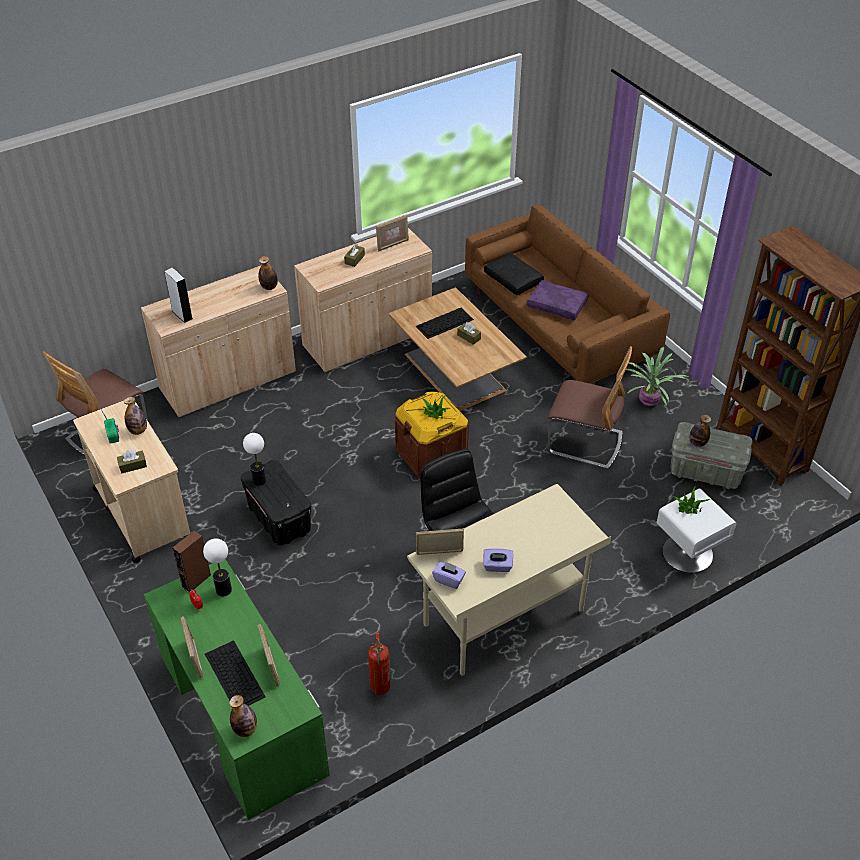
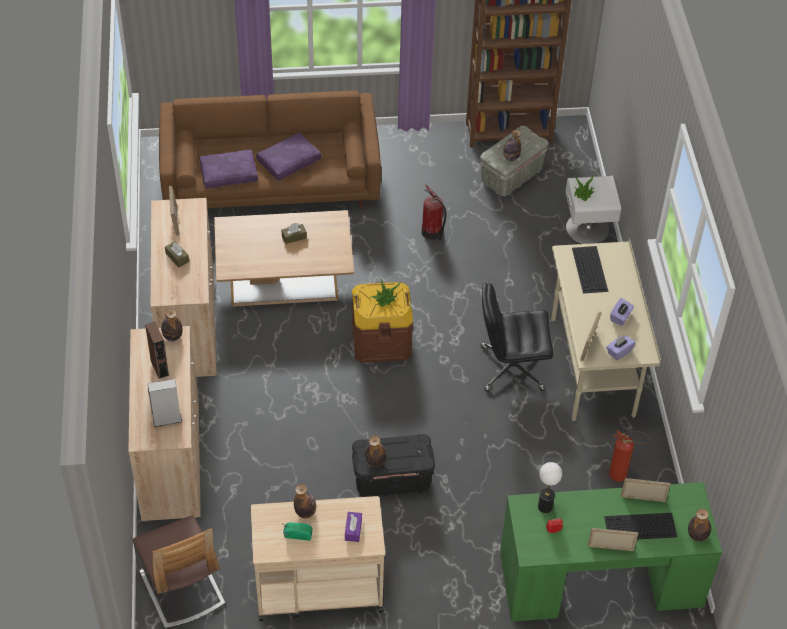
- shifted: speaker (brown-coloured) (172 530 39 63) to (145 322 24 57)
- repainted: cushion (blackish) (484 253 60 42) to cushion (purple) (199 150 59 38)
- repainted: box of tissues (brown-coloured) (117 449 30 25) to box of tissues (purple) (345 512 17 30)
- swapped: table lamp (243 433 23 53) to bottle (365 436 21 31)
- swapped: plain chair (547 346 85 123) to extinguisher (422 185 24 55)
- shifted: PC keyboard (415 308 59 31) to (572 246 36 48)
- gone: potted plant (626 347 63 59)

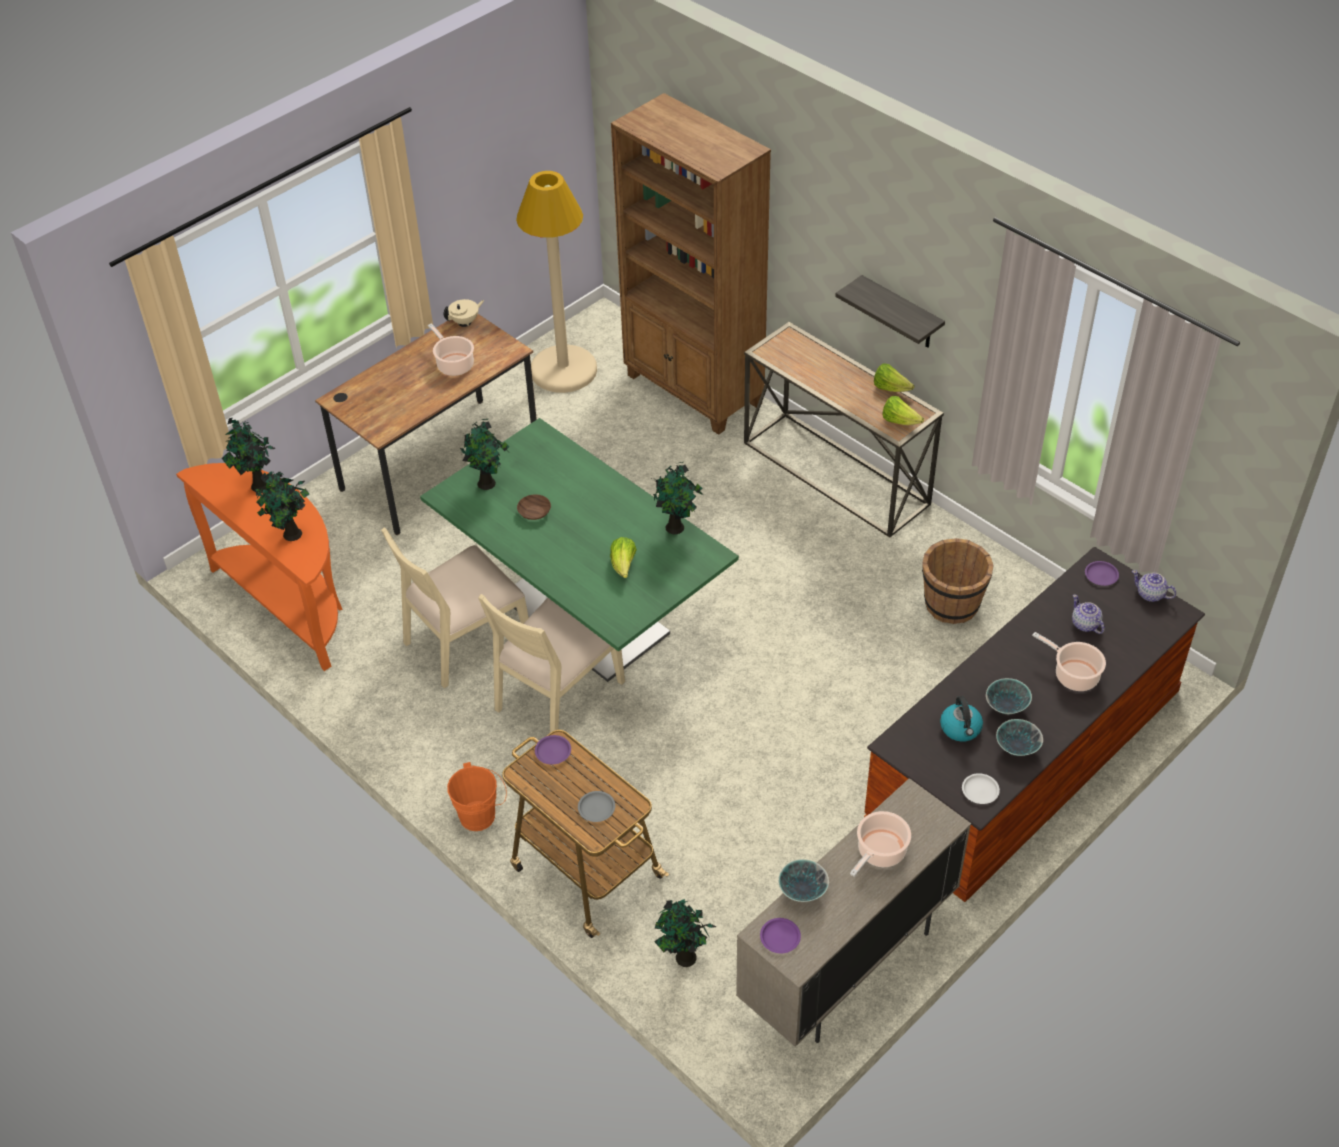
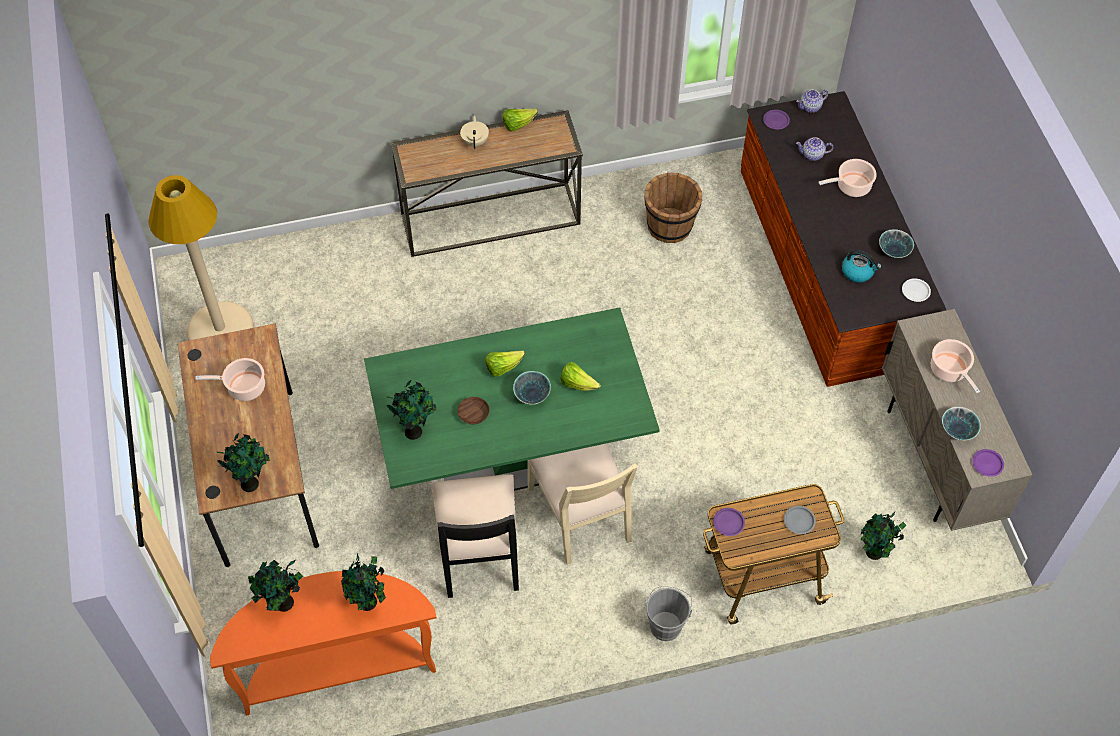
- shifted: potted plant (652 462 52 72) to (217 433 53 59)
- repainted: plain chair (sand-coloured) (381 527 148 161) to plain chair (blackish) (431 474 88 124)
- shifted: pot for tea (sand-coloured) (444 299 40 27) to (460 115 29 34)
- shifted: head of lettuce (883 396 41 29) to (485 350 40 27)
- shifted: bowl (986 678 46 36) to (513 371 38 34)
- repainted: pail (orange) (447 762 60 69) to pail (grey) (645 586 47 55)
- gone: bookcase (brown-coloured) (611 93 160 342)
- gone: bracket shelf (835 275 110 73)

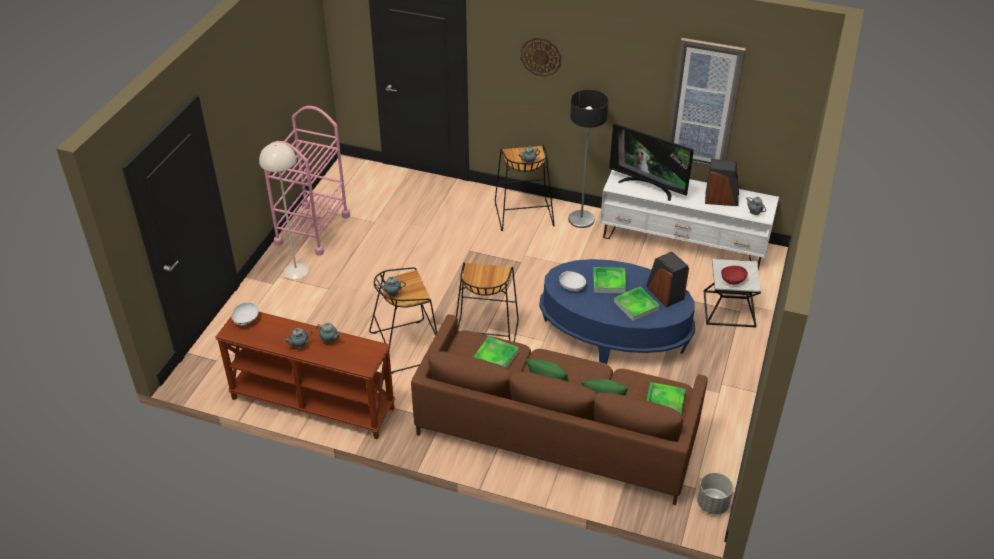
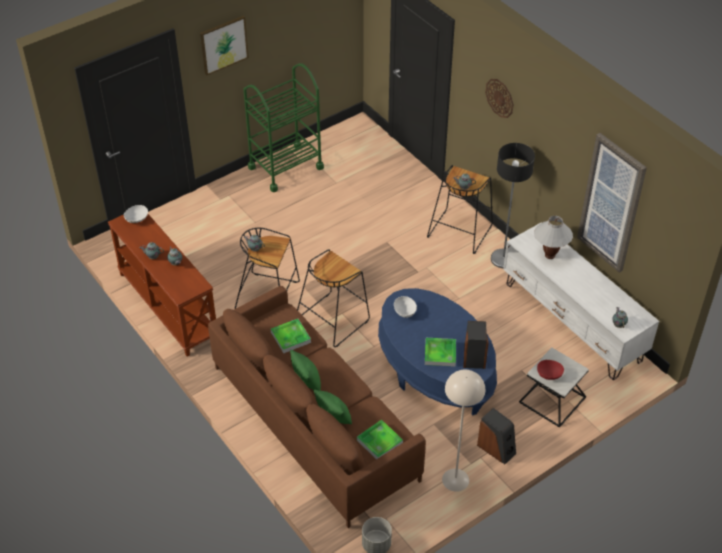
- new: picture (200 15 49 61)
- repainted: trolley (pinkish) (261 106 89 150) to trolley (green) (243 63 81 129)
- shifted: floor lamp (sand-coloured) (259 142 50 137) to (442 370 43 122)
- shifted: speaker (705 159 34 47) to (477 408 39 57)
- swapped: TV set (609 123 85 78) to table lamp (white-coloured) (534 216 39 43)
- gone: carrying tray (593 267 33 27)

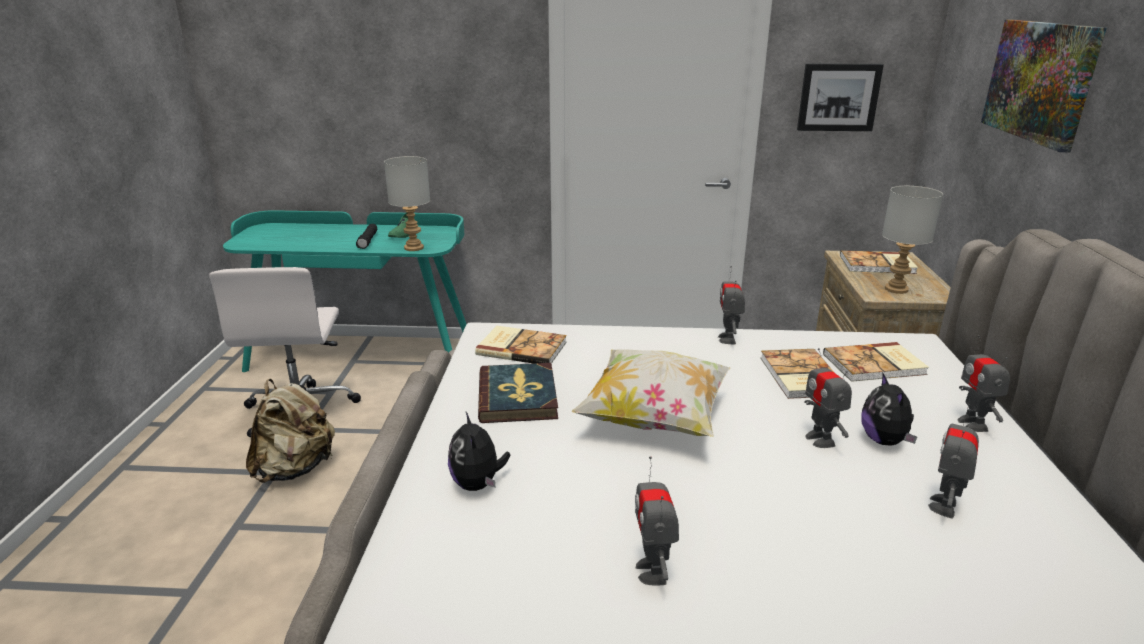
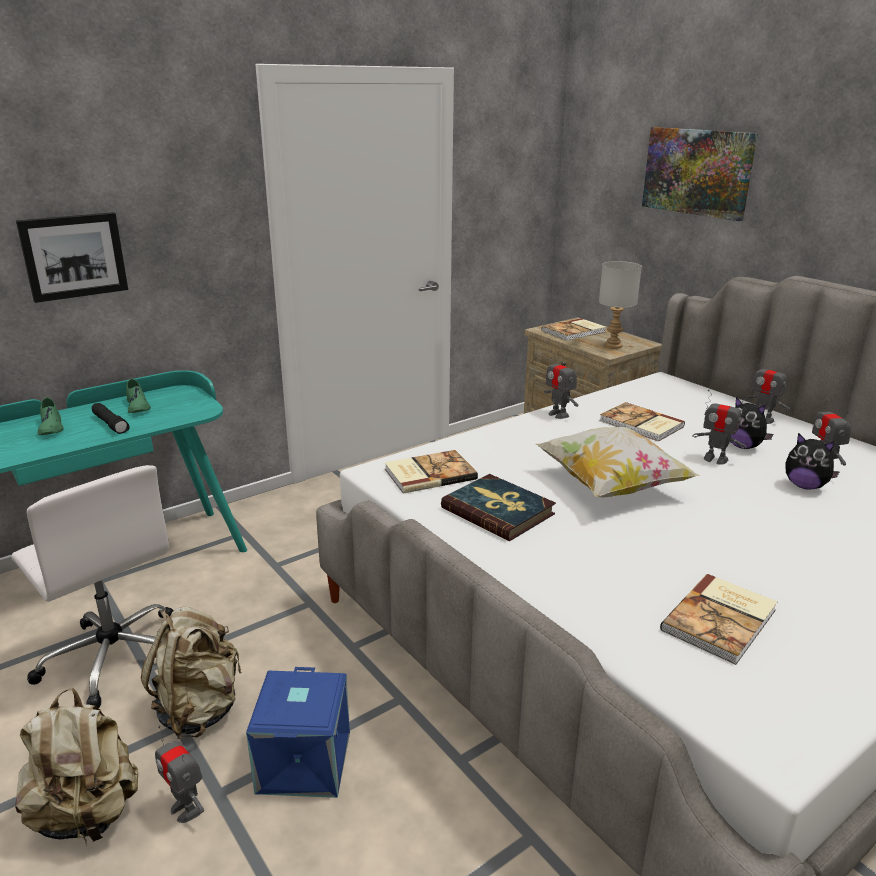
- new: backpack (sand-coloured) (15 688 123 155)
- shifted: picture (797 63 87 68) to (16 212 112 91)
- new: shoe (green) (37 397 27 38)
- shifted: model robot (635 456 44 130) to (155 726 49 97)
- new: storage bin (bluish) (246 667 104 131)
- shifted: volume (823 342 106 40) to (660 574 117 91)
- shifted: plush toy (448 412 62 79) to (786 433 54 57)
- gone: table lamp (grey) (384 156 46 95)

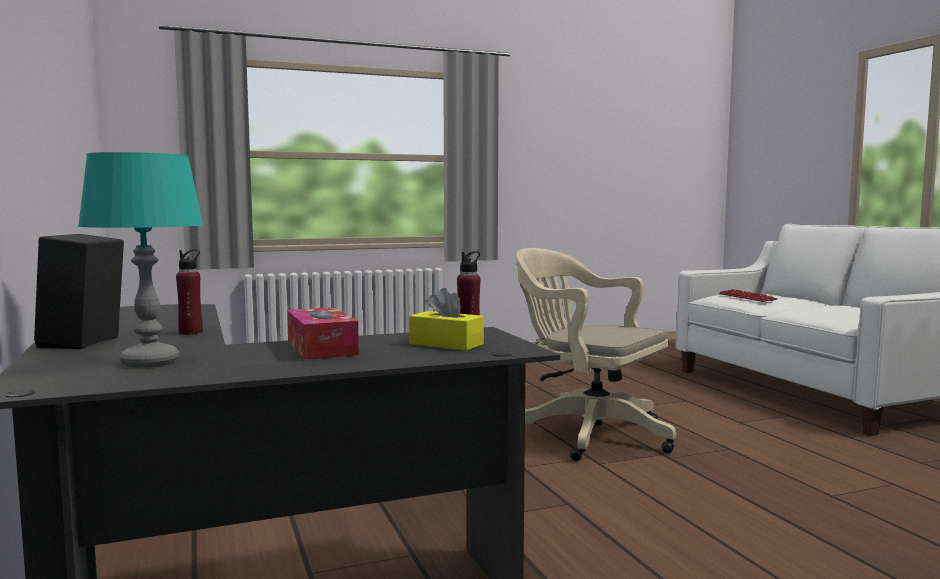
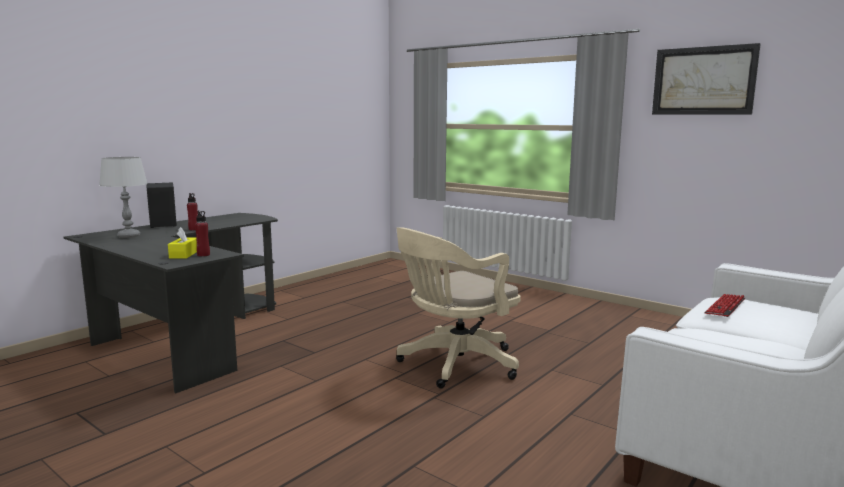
- repainted: table lamp (blue-green) (78 152 126 215) to table lamp (grey) (99 157 49 81)
- rotated: desk chair (sand-coloured) (516 248 160 213) = (396 227 125 161) 135 degrees counterclockwise
- new: picture (652 43 109 72)
- gone: box of tissues (287 307 72 53)

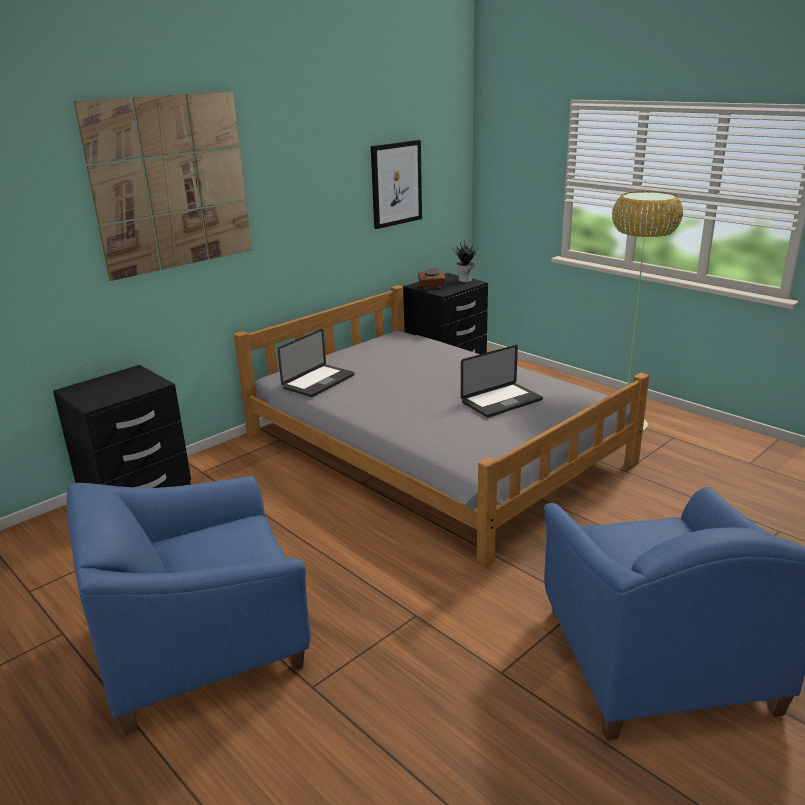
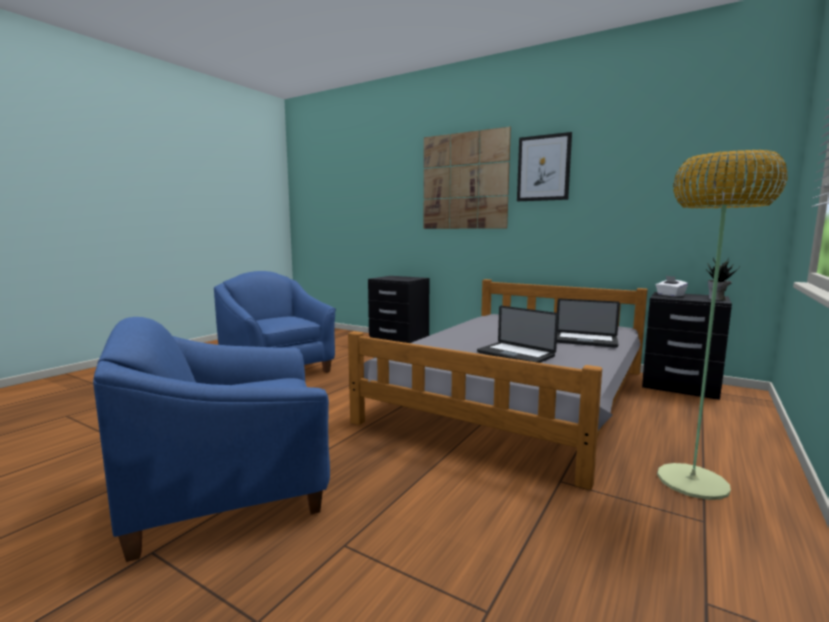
- shifted: picture (371 140 51 89) to (517 132 55 69)
- shifted: portable computer (278 329 77 68) to (557 299 63 49)
- repainted: box of tissues (brown-coloured) (418 268 28 21) to box of tissues (white-coloured) (656 276 32 21)

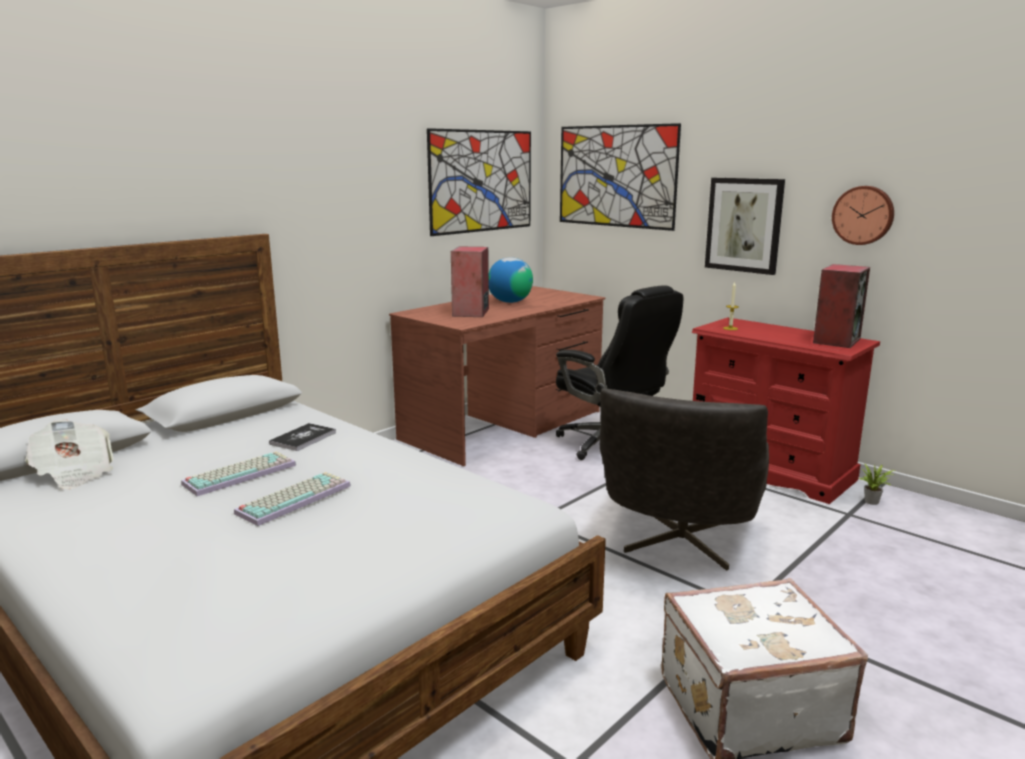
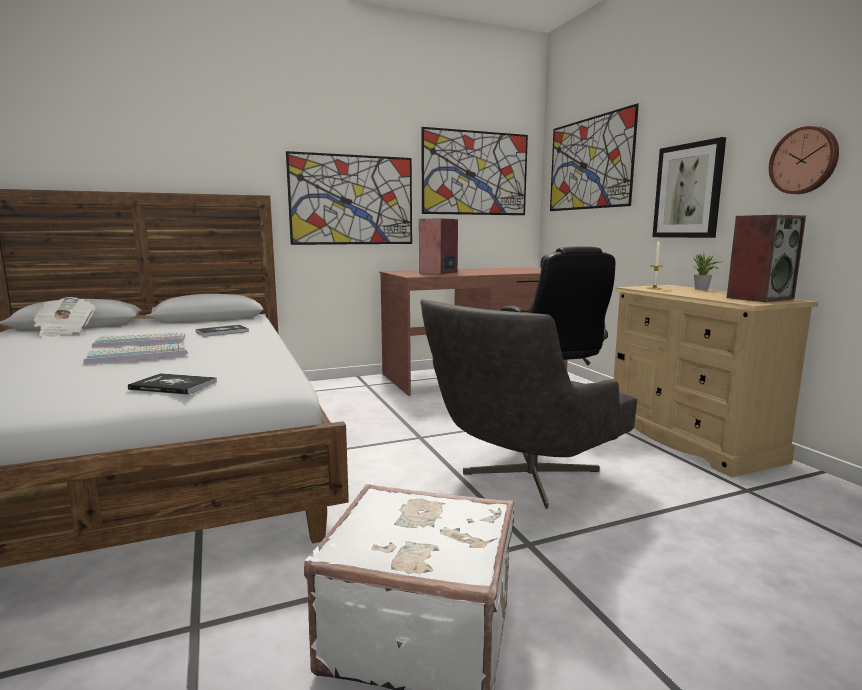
- new: volume (128 373 89 22)
- new: picture (286 151 126 94)
- repainted: drawer chest (reddish) (692 318 188 186) to drawer chest (sand-coloured) (614 285 204 192)
- shifted: potted plant (859 463 36 42) to (688 251 35 39)
- gone: globe (489 258 44 45)

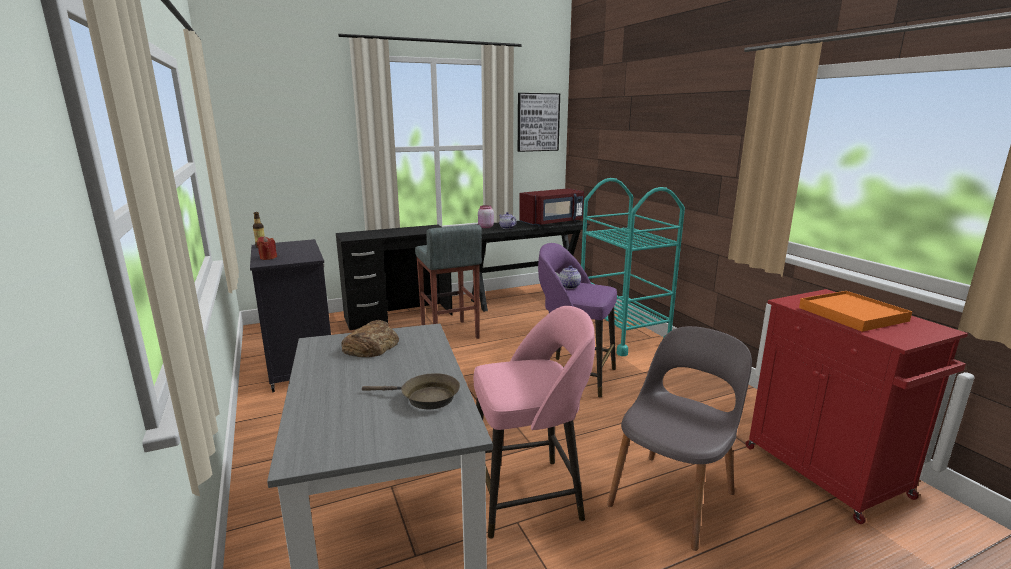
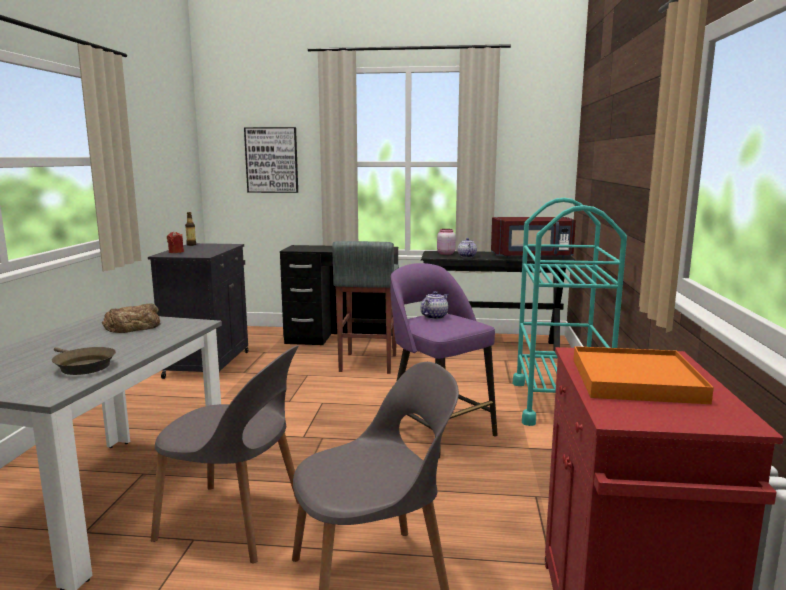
- swapped: sitting stool (pinkish) (474 306 121 233) to plain chair (grey) (151 345 148 218)
- shifted: picture (518 93 42 59) to (244 127 54 66)

